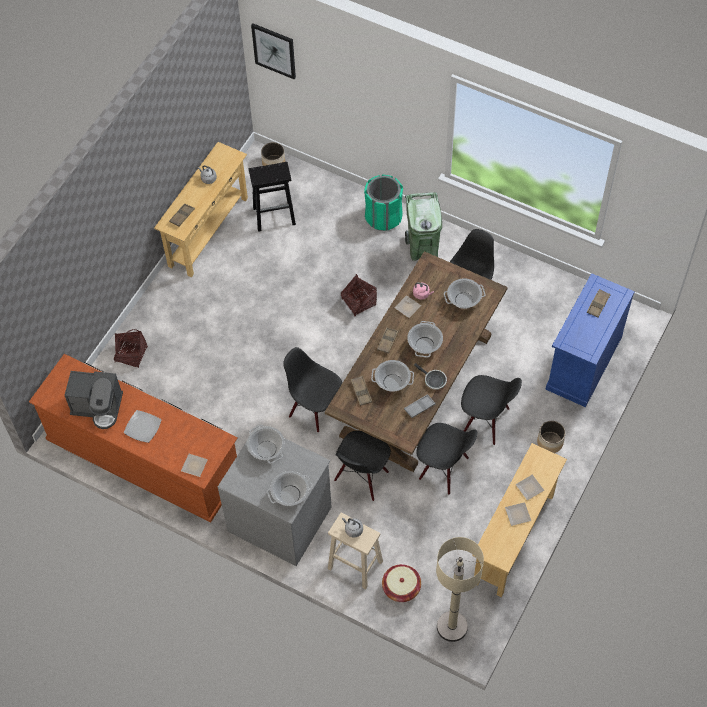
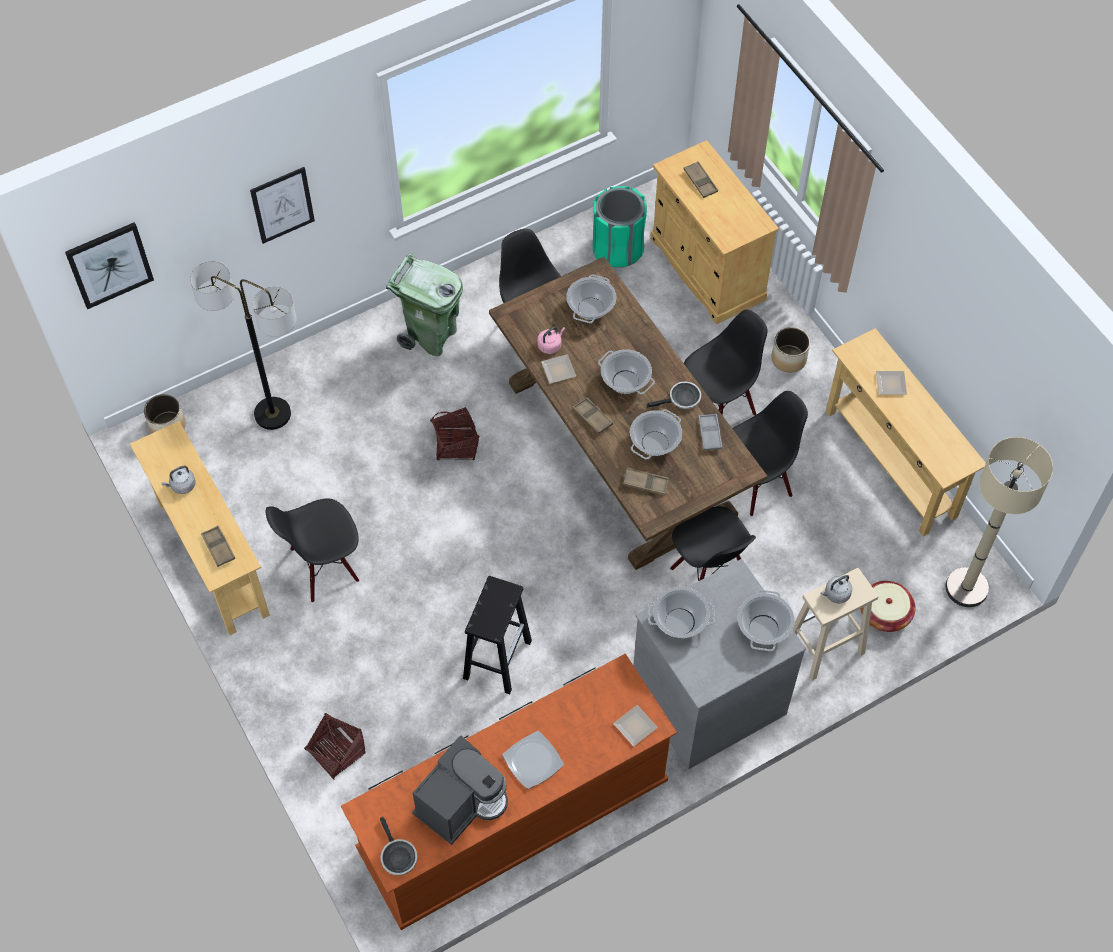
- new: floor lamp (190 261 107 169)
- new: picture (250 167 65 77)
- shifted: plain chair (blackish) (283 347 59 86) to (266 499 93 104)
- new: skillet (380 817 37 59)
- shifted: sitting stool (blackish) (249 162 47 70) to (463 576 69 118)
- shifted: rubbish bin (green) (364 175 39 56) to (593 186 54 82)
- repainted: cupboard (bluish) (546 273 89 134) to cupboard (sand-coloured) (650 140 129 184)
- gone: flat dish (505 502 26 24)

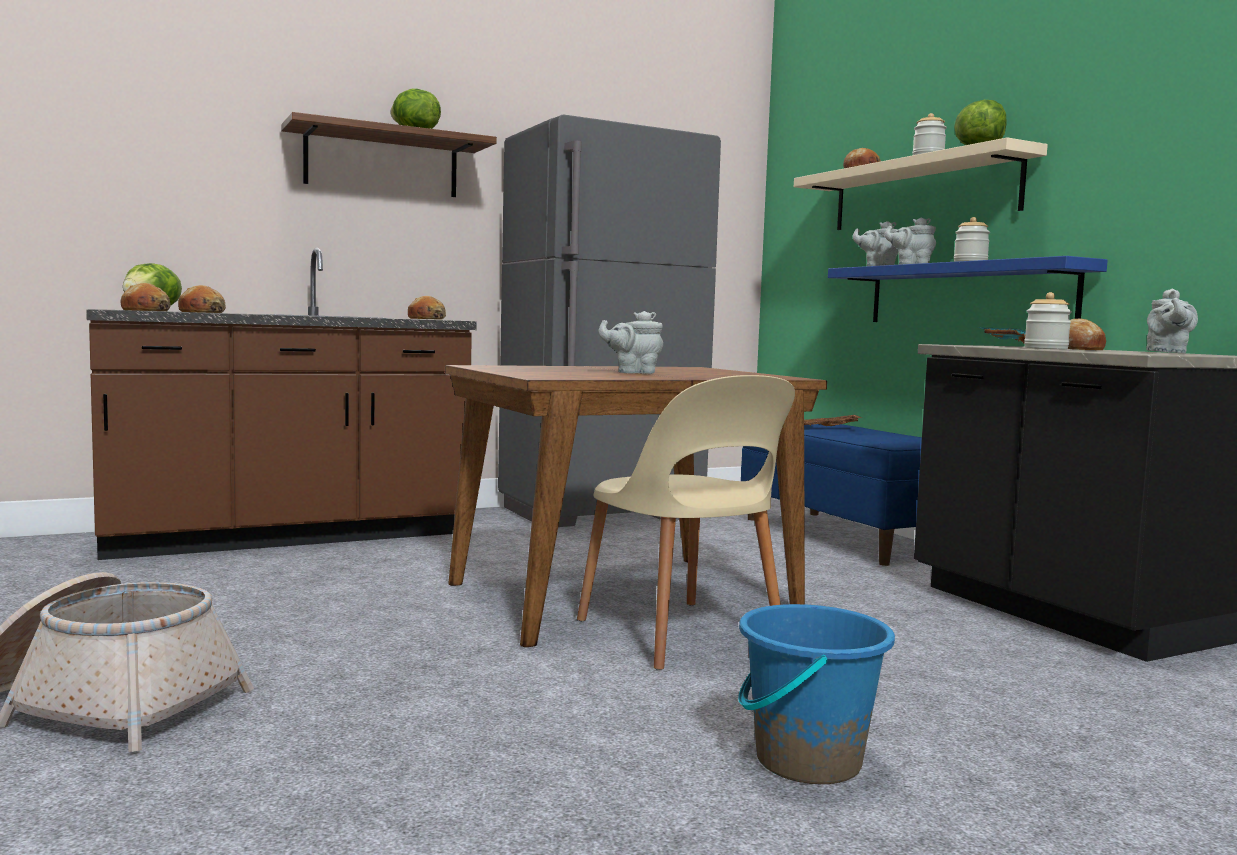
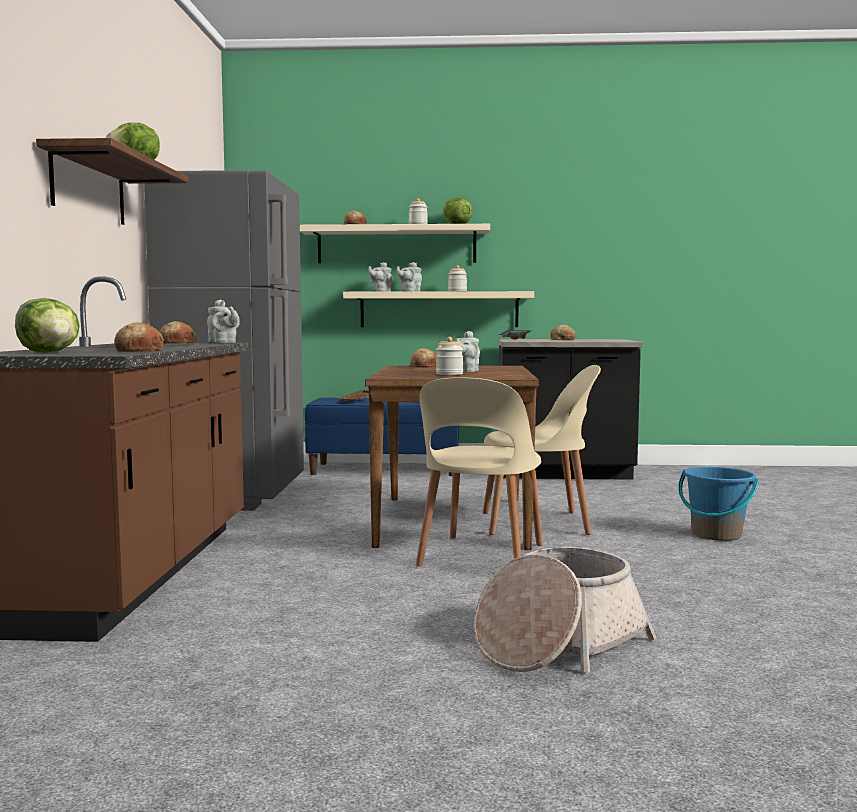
- shifted: pot for tea (grey) (1146 289 52 65) to (207 300 33 43)
- repainted: bracket shelf (bluish) (828 256 280 66) to bracket shelf (sand-coloured) (343 291 191 36)
- shifted: bakery bread (120 283 51 28) to (409 348 28 20)
- new: plain chair (sand-coloured) (416 377 127 189)
- shifted: storage jar (1024 292 48 57) to (436 337 27 38)

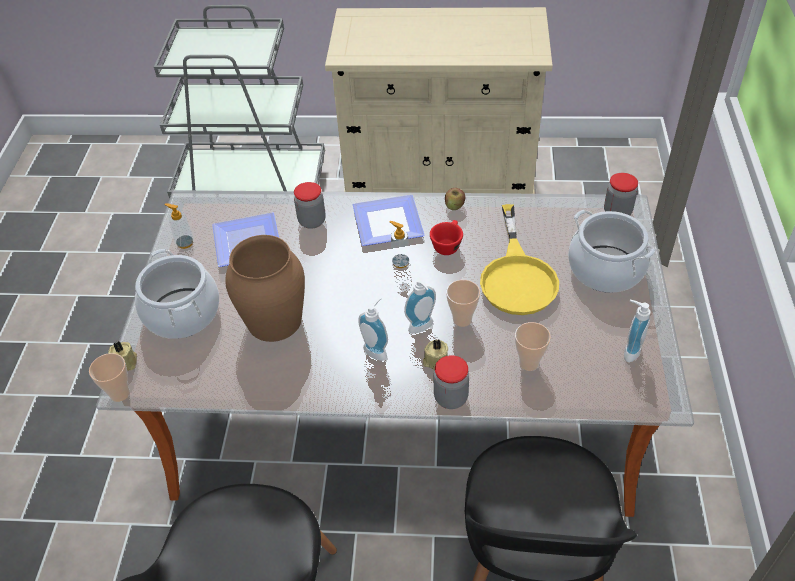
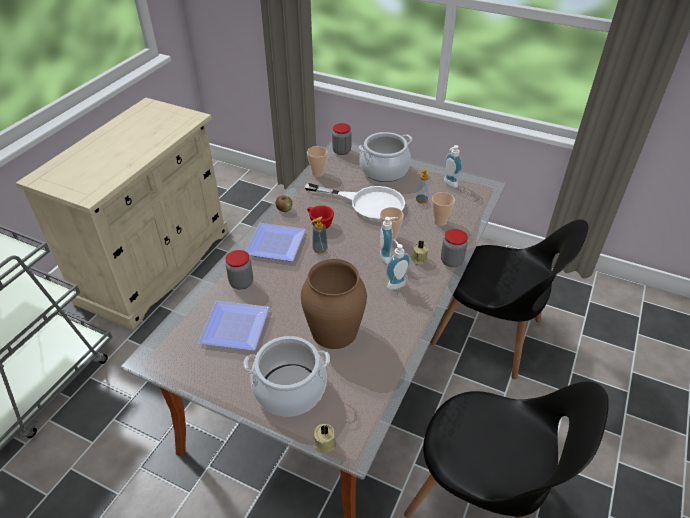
- repainted: skillet (yellowish) (480 204 79 111) to skillet (white-coloured) (305 183 100 39)
- shifted: small cup (89 353 41 49) to (307 146 20 31)
- shifted: soap dispenser (164 203 30 46) to (415 168 15 35)

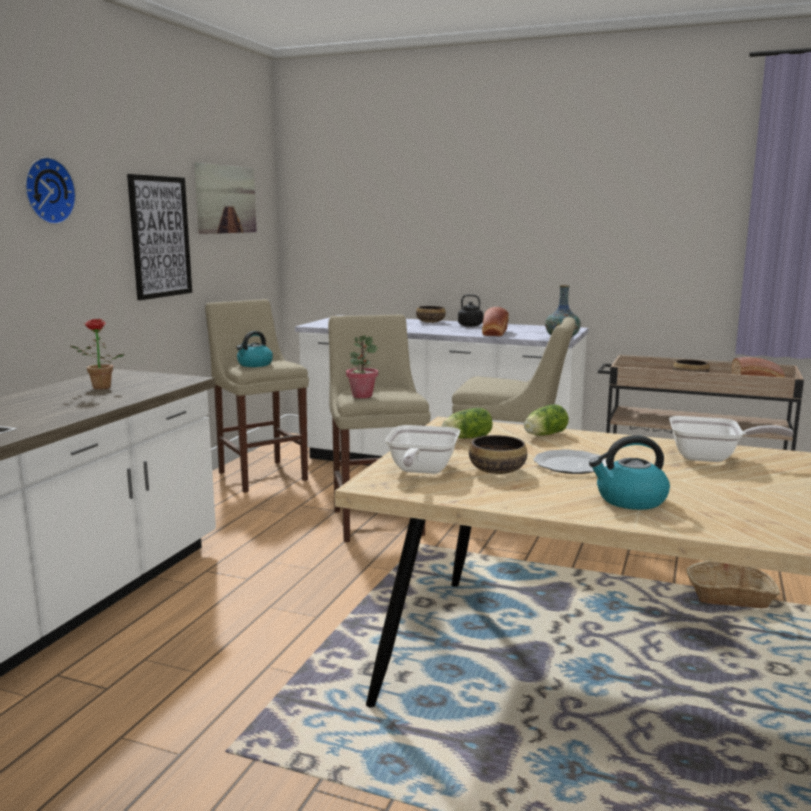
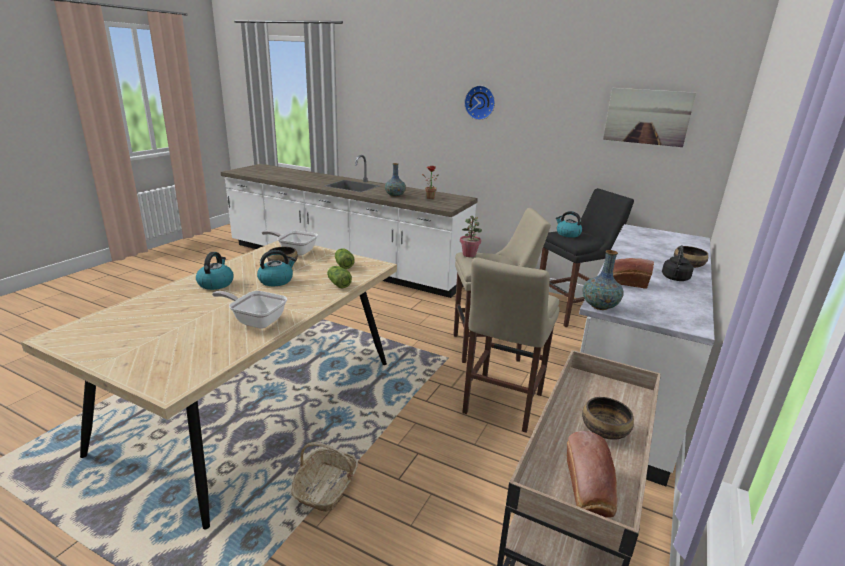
- rotated: skillet (669 416 125 46) = (212 291 75 38) 90 degrees clockwise
- swapped: flat dish (533 449 74 25) to tea kettle (257 250 39 36)
- new: decorative vase (385 163 21 34)
- repainted: sitting stool (sand-coloured) (205 299 104 194) to sitting stool (blackish) (540 188 94 139)
- gone: picture (127 174 65 126)

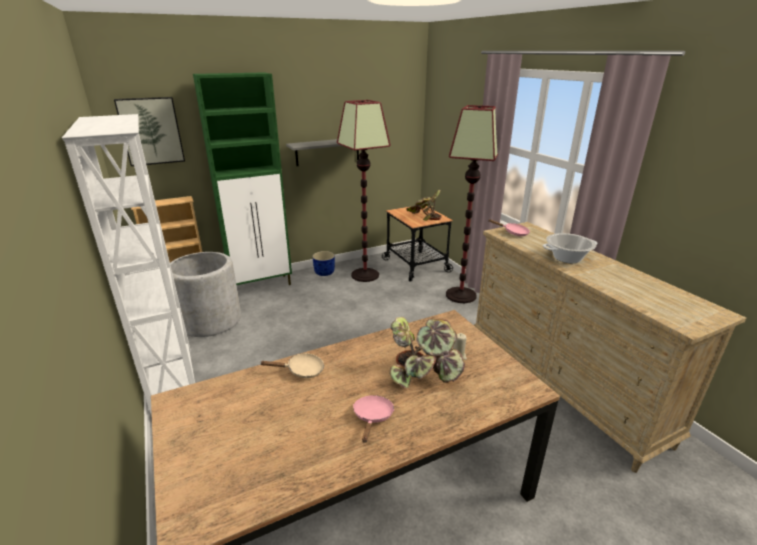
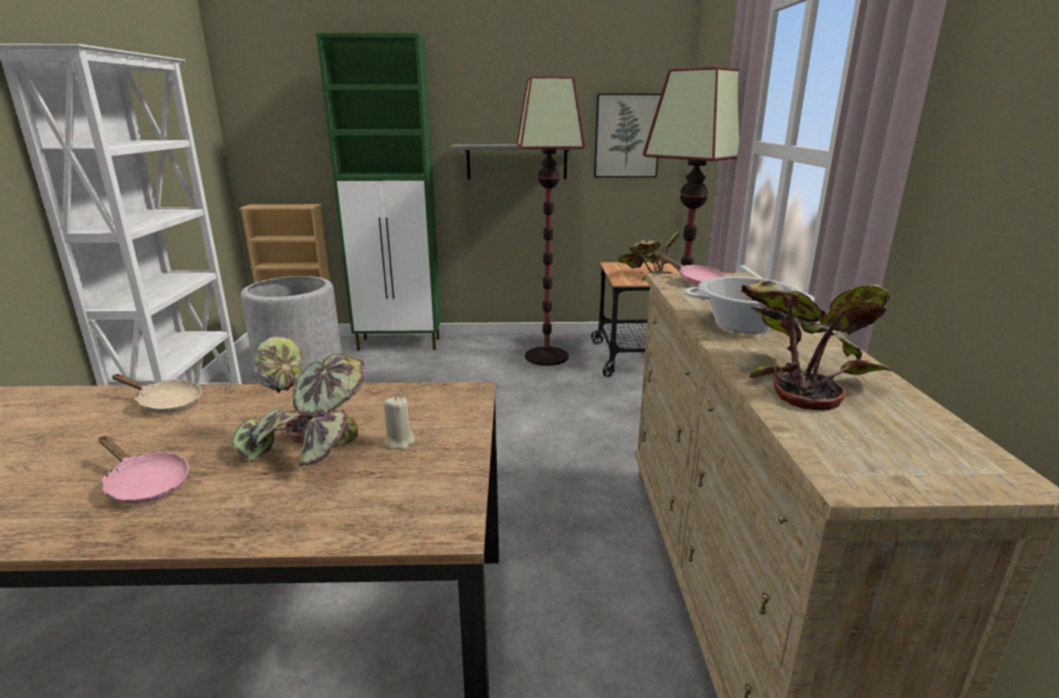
- rotated: skillet (pinkish) (353 395 42 48) = (98 436 91 68) 90 degrees clockwise
- shifted: picture (114 97 71 69) to (594 94 67 84)
- new: potted plant (740 279 152 131)
- gone: flower pot (bluish) (312 251 23 25)

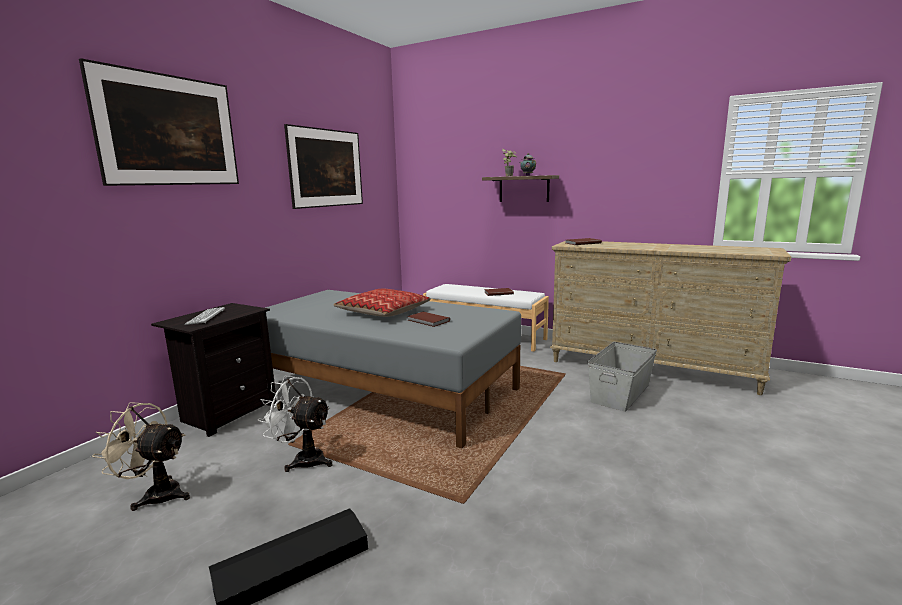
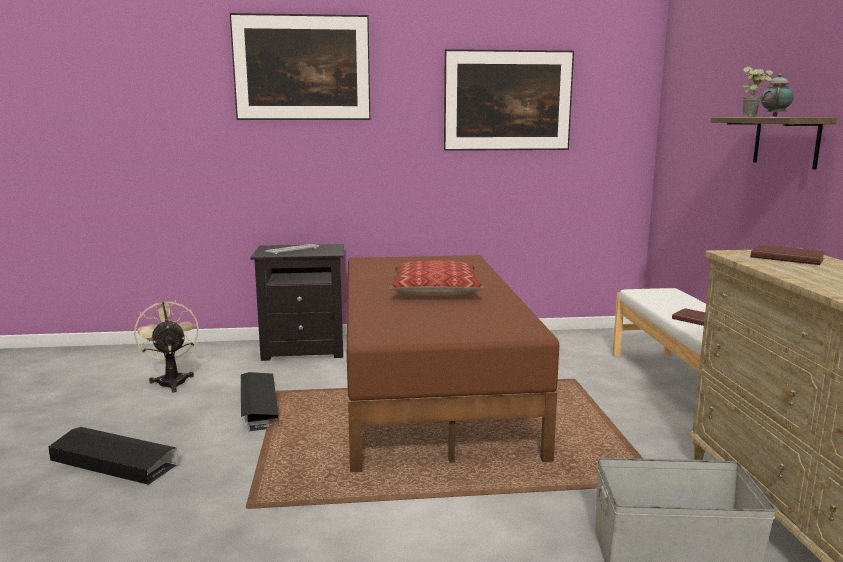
- swapped: electric fan (white-coloured) (258 376 74 96) to storage bin (blackish) (241 372 38 59)
- repainted: bed (grey) (265 290 256 159) to bed (brown-coloured) (347 255 212 218)
- gone: volume (brown-coloured) (407 312 43 15)

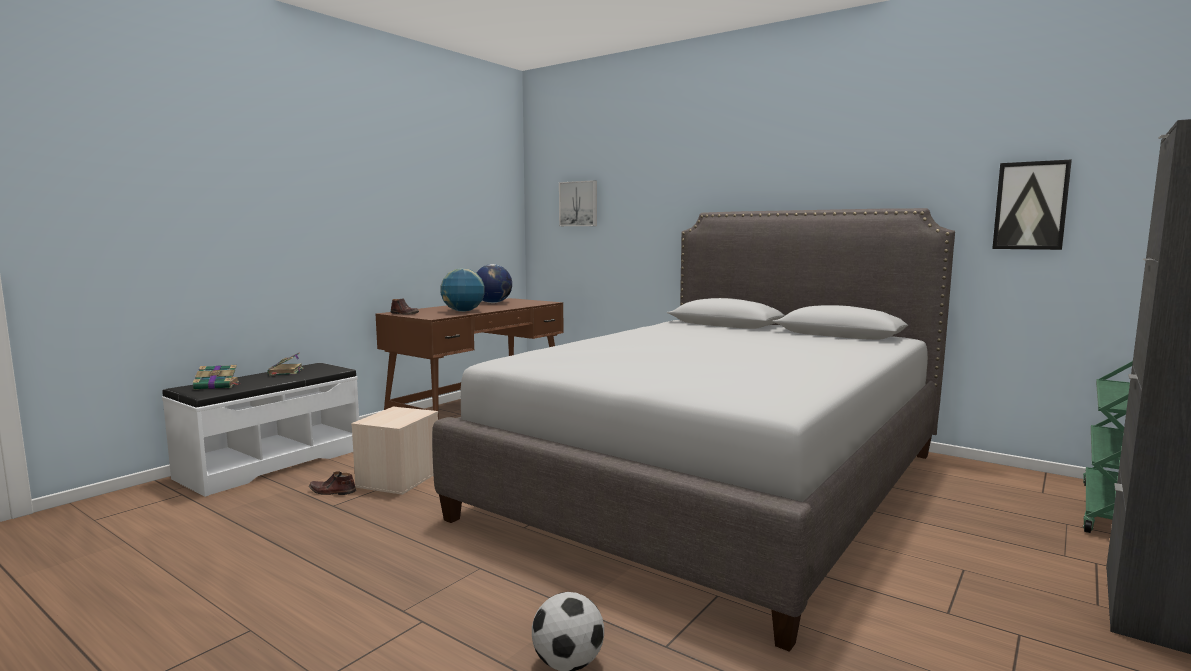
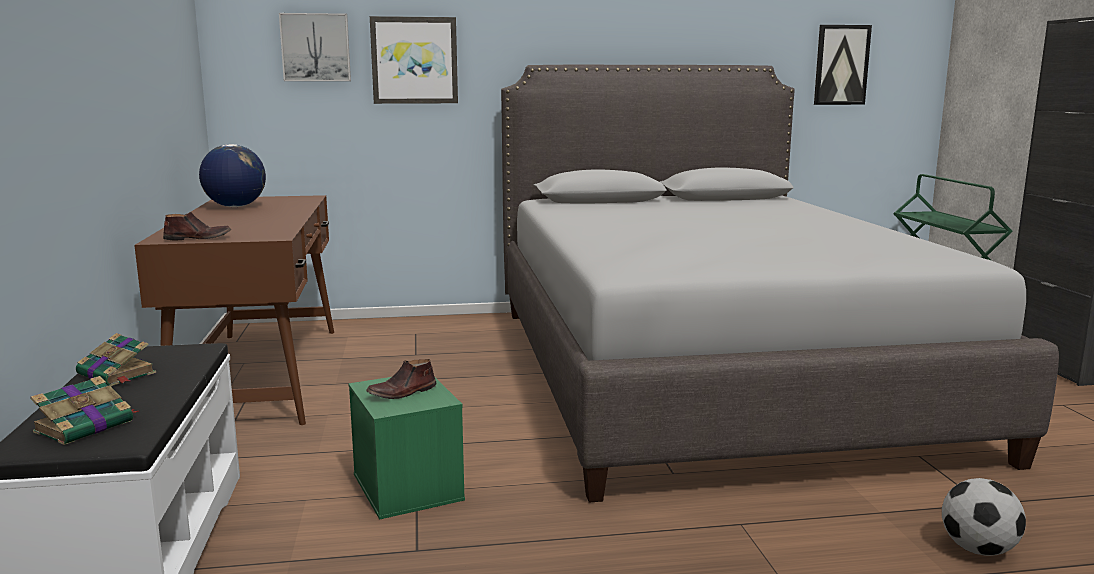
- repainted: storage bin (sand-coloured) (351 407 87 88) to storage bin (green) (348 377 117 143)
- shifted: shoe (brown-coloured) (309 471 47 24) to (366 359 70 40)
- new: picture (370 16 88 88)
- gone: globe (440 268 45 44)

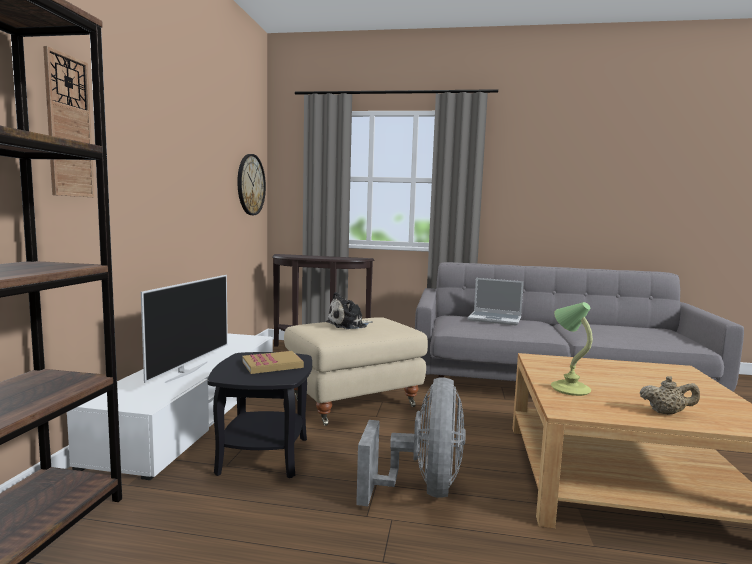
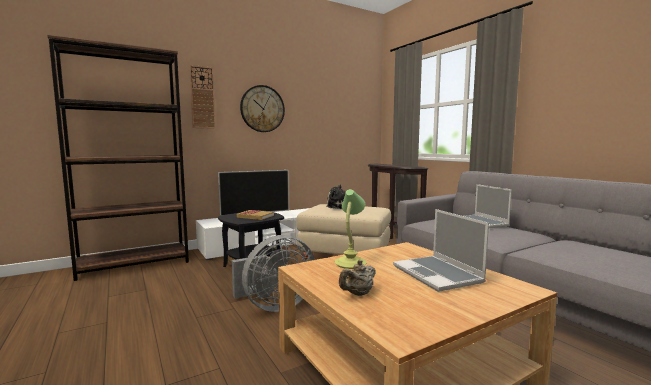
- shifted: wall clock (237 154 29 61) to (240 85 45 47)
- rotated: pot for tea (sand-coloured) (640 376 60 38) = (339 260 37 36) 75 degrees clockwise
- new: portable computer (393 209 96 83)

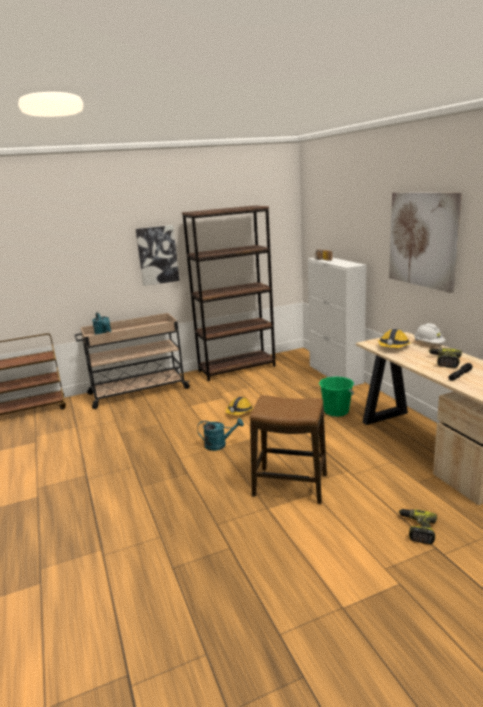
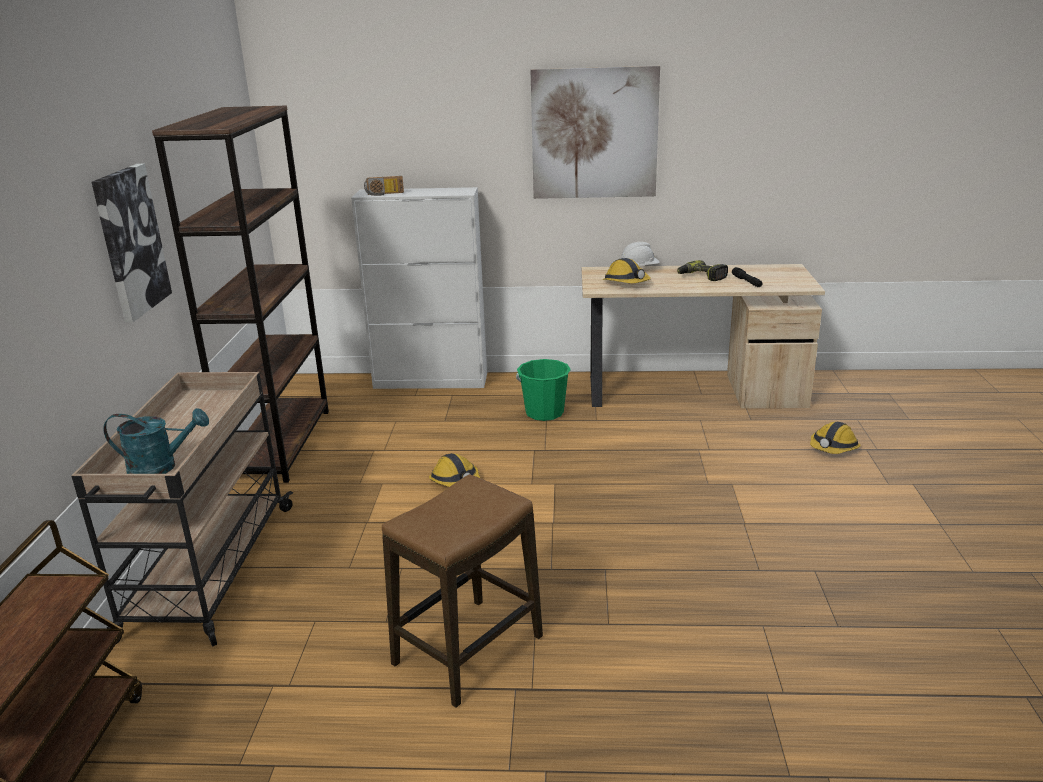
- shifted: sitting stool (250 395 77 109) to (382 474 161 234)
- swapped: electric drill (399 509 38 35) to work helmet (810 421 51 33)
- gone: watering pot (blue-green) (197 418 47 33)

